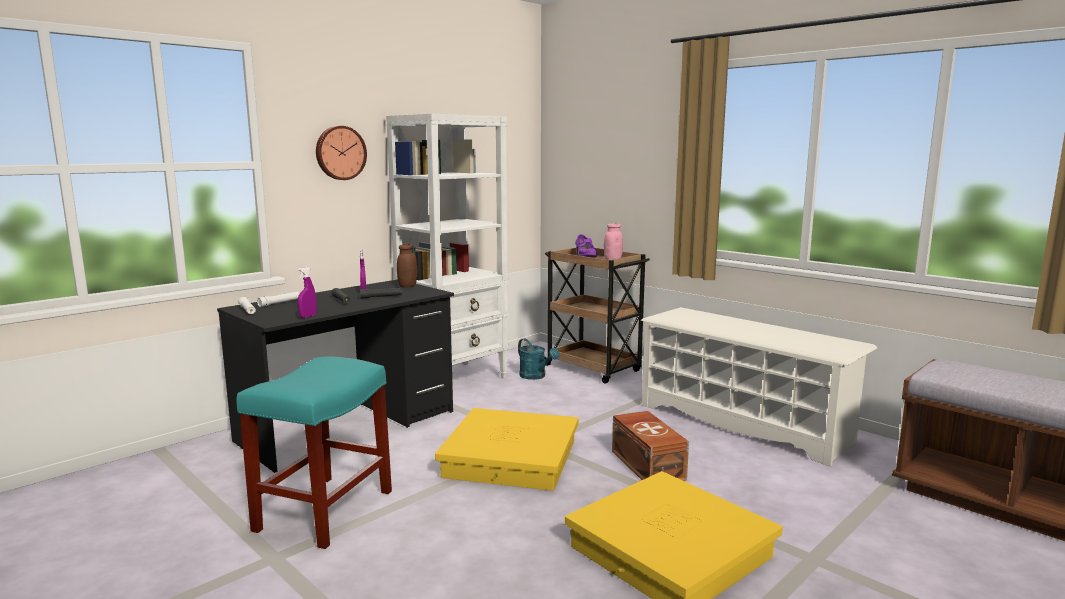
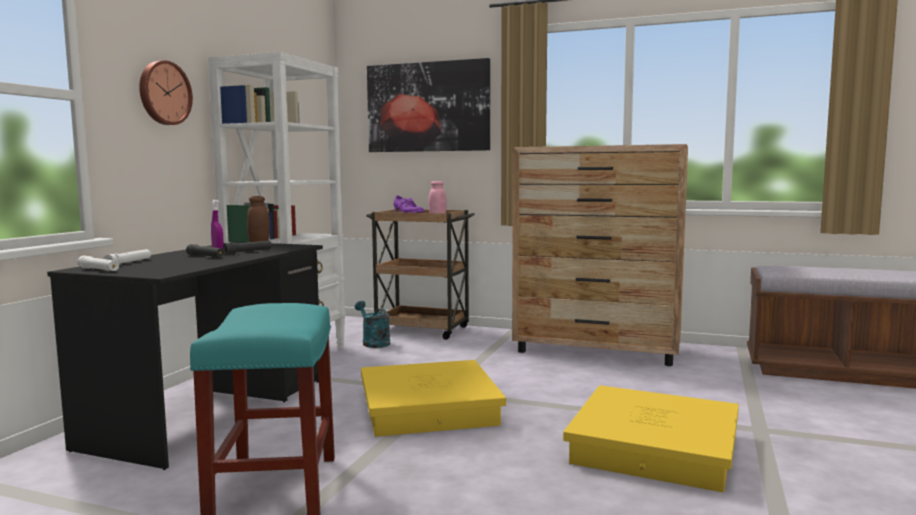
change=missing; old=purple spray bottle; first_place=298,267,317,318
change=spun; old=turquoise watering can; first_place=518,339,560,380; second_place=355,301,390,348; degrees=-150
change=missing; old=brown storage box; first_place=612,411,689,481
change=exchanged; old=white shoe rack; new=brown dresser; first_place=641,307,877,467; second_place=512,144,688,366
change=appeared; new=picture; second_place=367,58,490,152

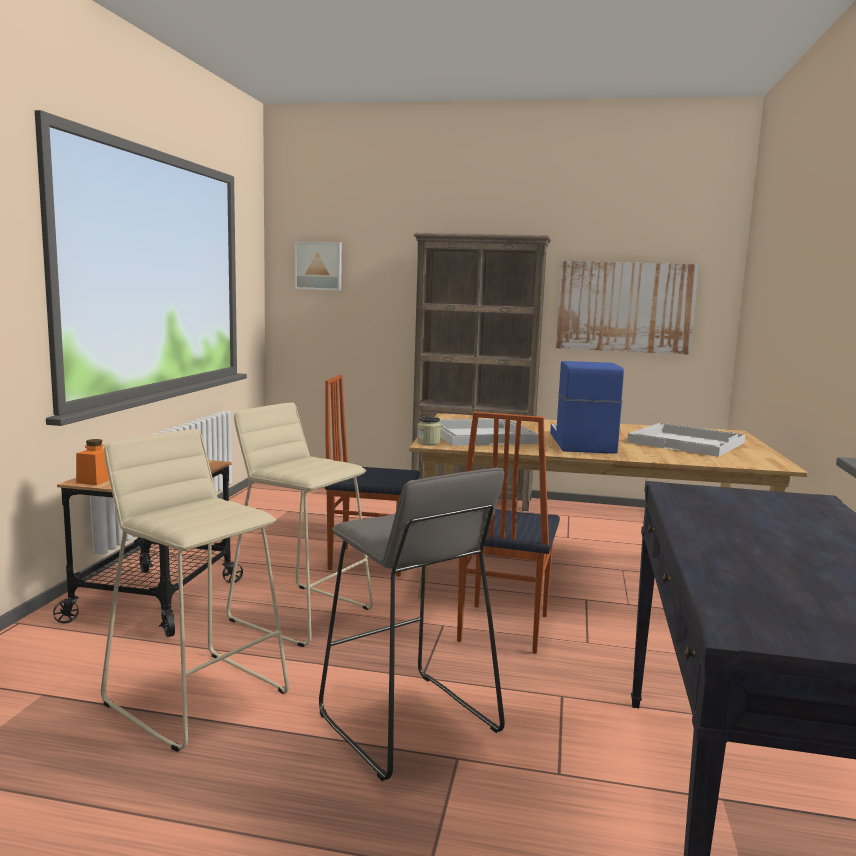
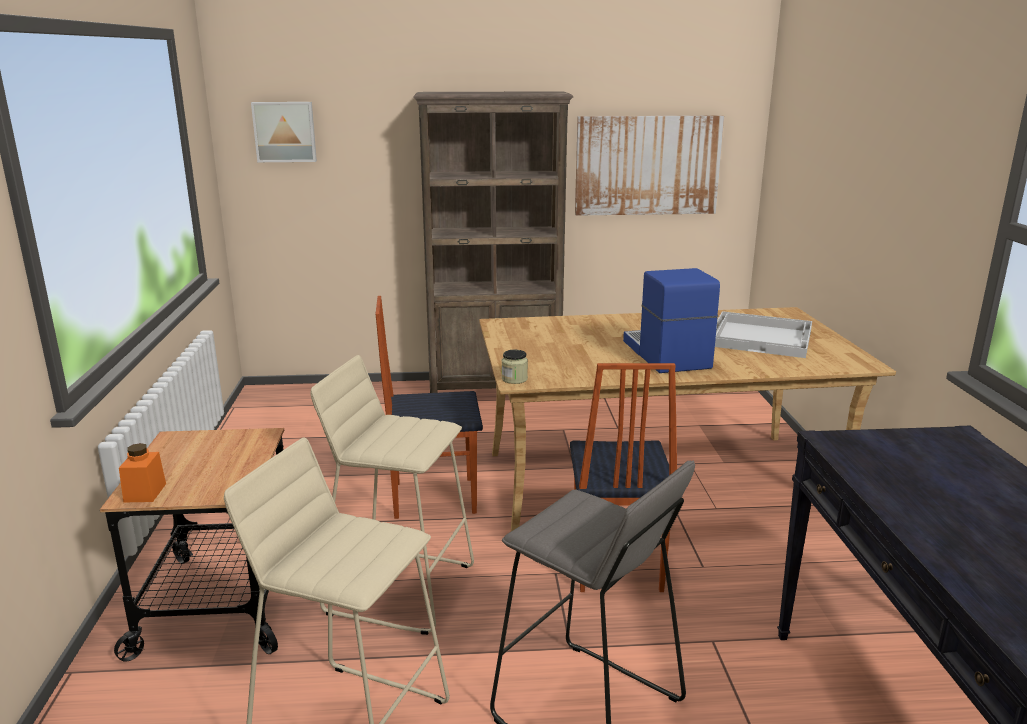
change=missing; old=white tray; first_place=439,419,539,446

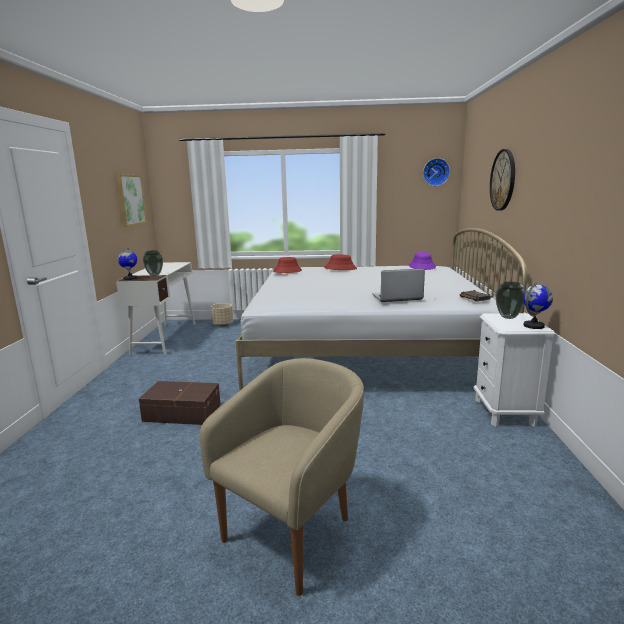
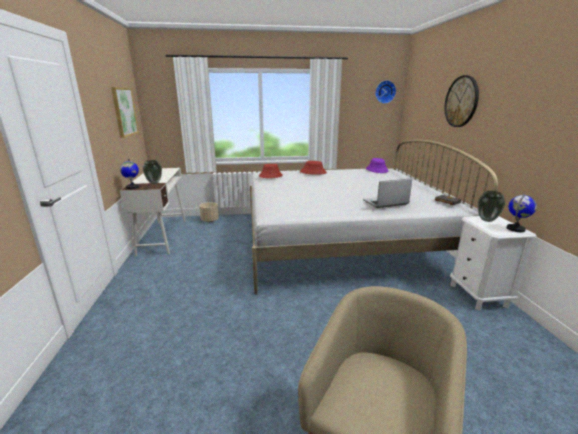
change=missing; old=brown storage box; first_place=139,381,221,425

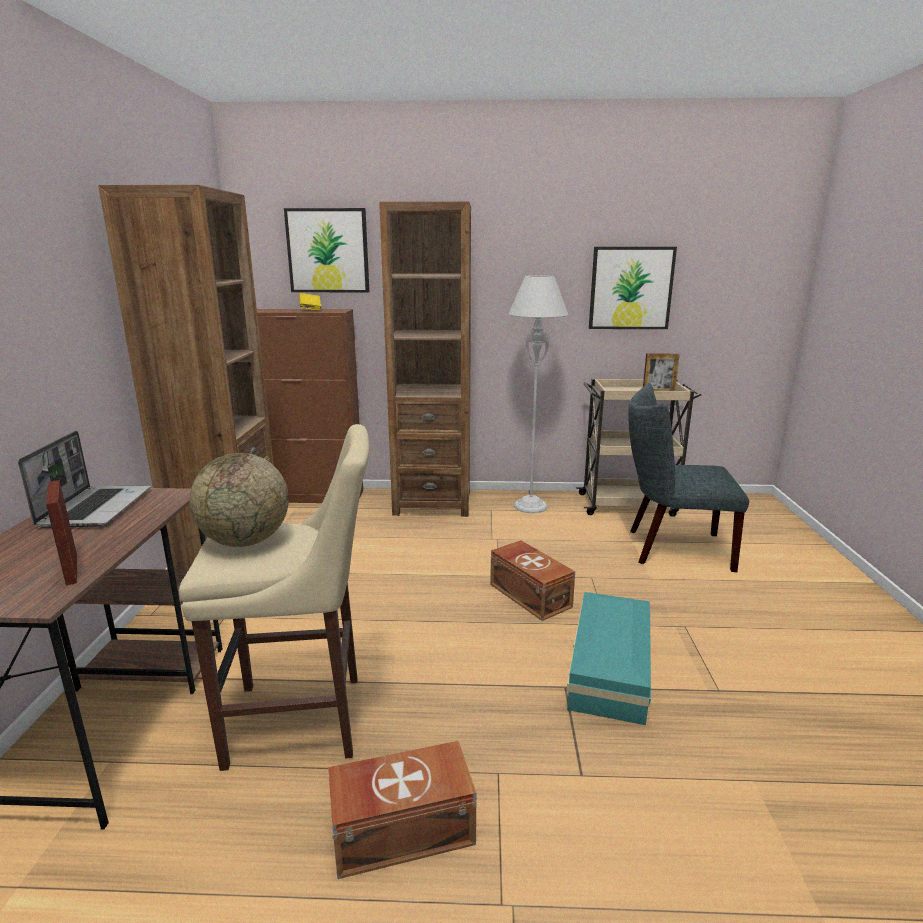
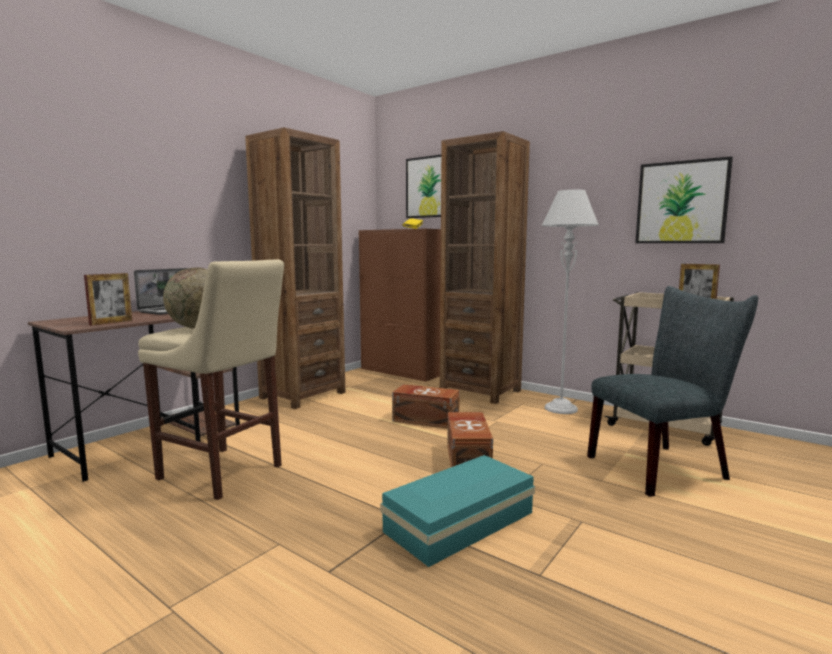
change=spun; old=picture frame; first_place=46,480,77,586; second_place=84,273,132,326; degrees=-150
change=relocated; old=brown storage box; first_place=328,741,476,879; second_place=392,384,460,429
change=spun; old=grey chair; first_place=628,383,749,572; second_place=587,286,758,497; degrees=120

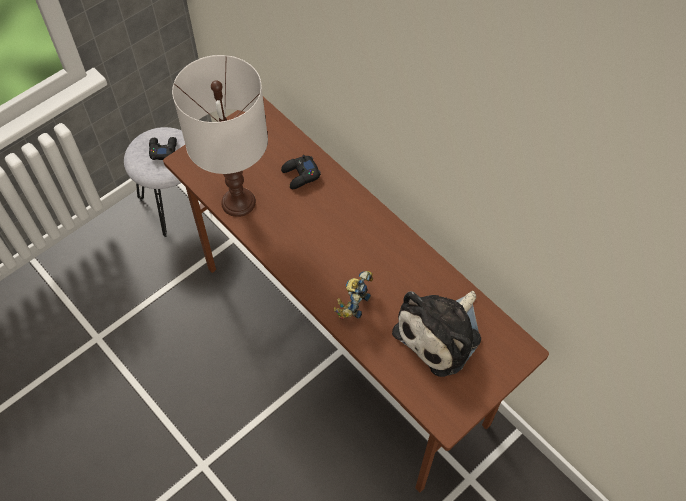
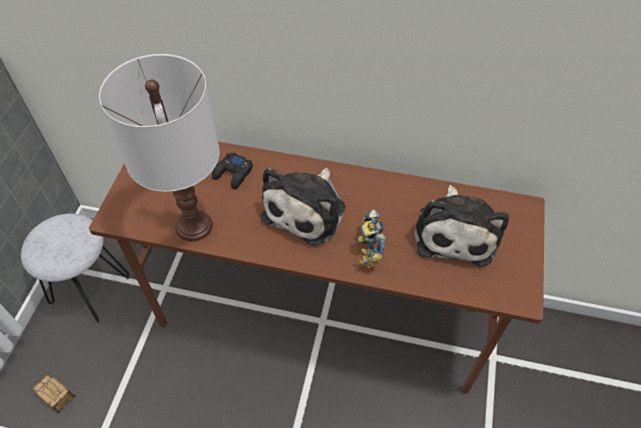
change=missing; old=black game controller; first_place=149,137,177,160
change=appeared; new=storage box; second_place=32,373,76,413
change=appeared; new=plush toy; second_place=261,168,345,246

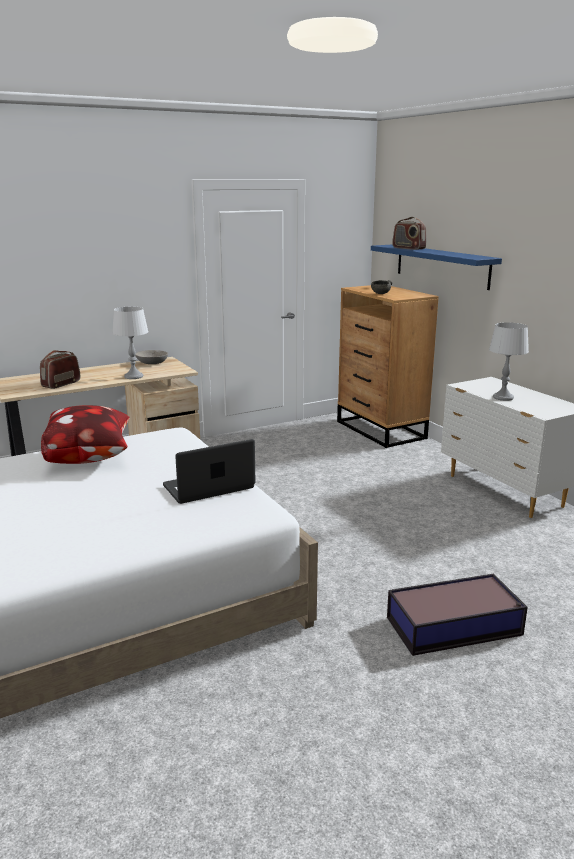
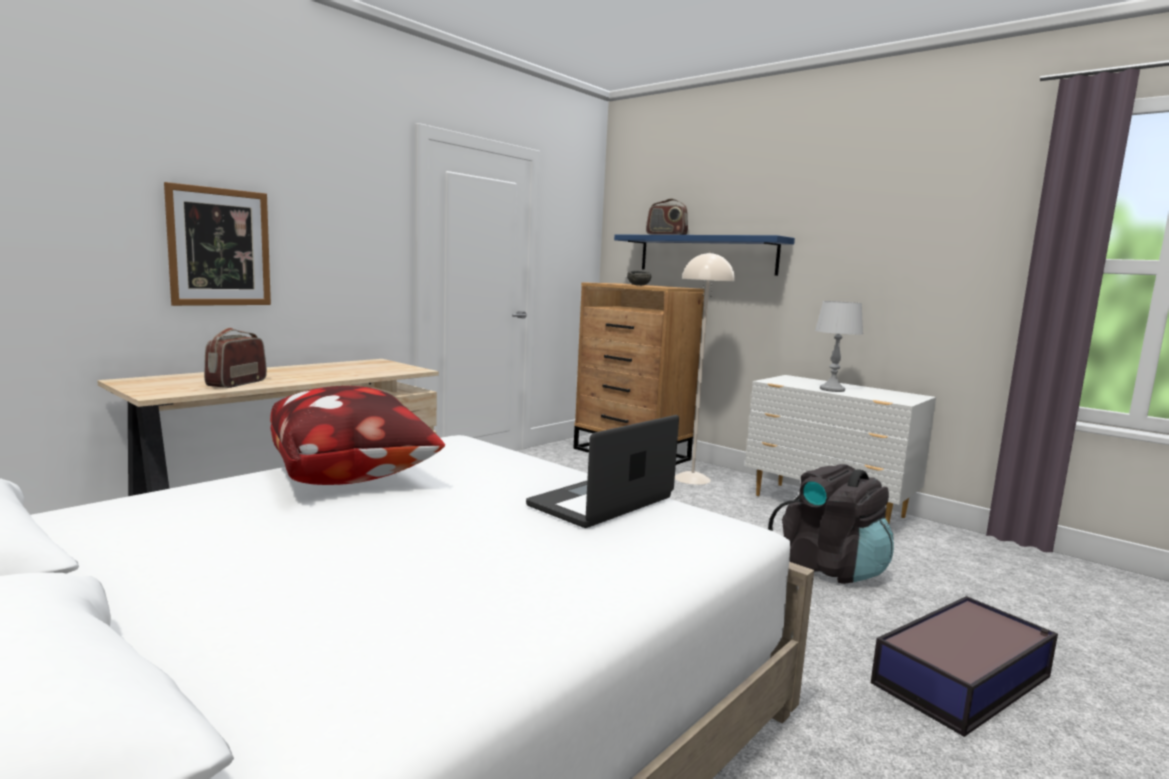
change=missing; old=grey table lamp; first_place=112,307,148,379
change=missing; old=grey bowl; first_place=135,350,168,364
change=appeared; new=picture; second_place=164,182,271,306
change=appeared; new=beige floor lamp; second_place=675,252,735,485
change=appeared; new=black backpack; second_place=768,464,894,584

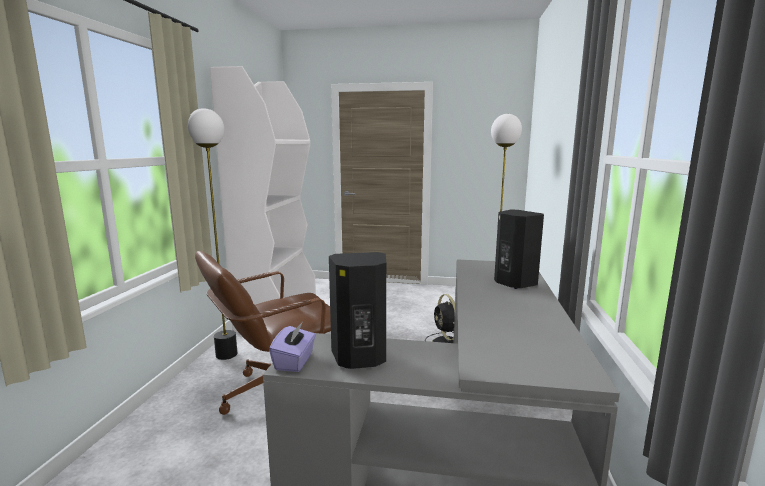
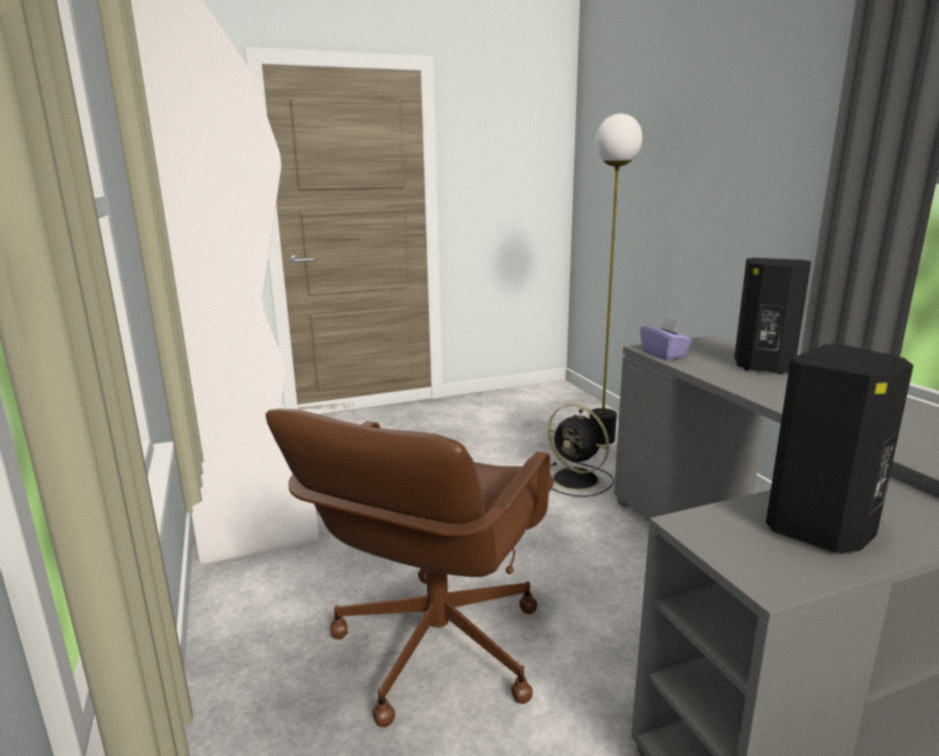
change=missing; old=floor lamp; first_place=188,108,237,360
change=relocated; old=purple tissue box; first_place=269,323,316,372; second_place=640,317,692,360

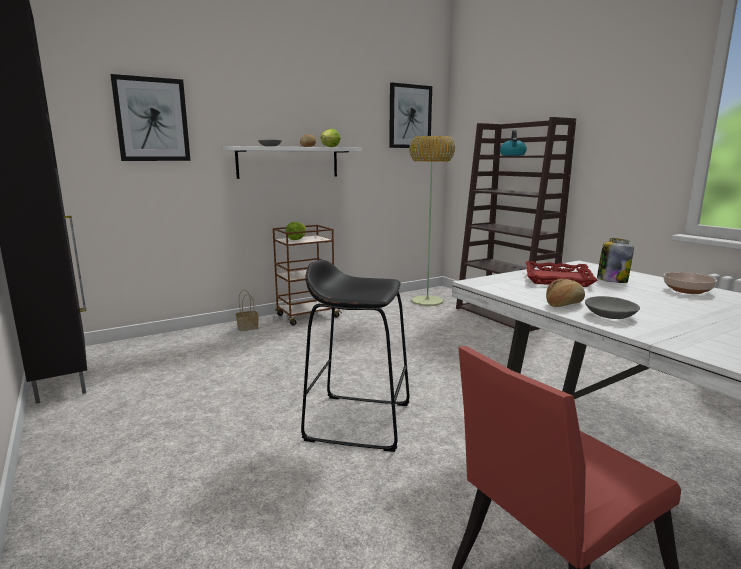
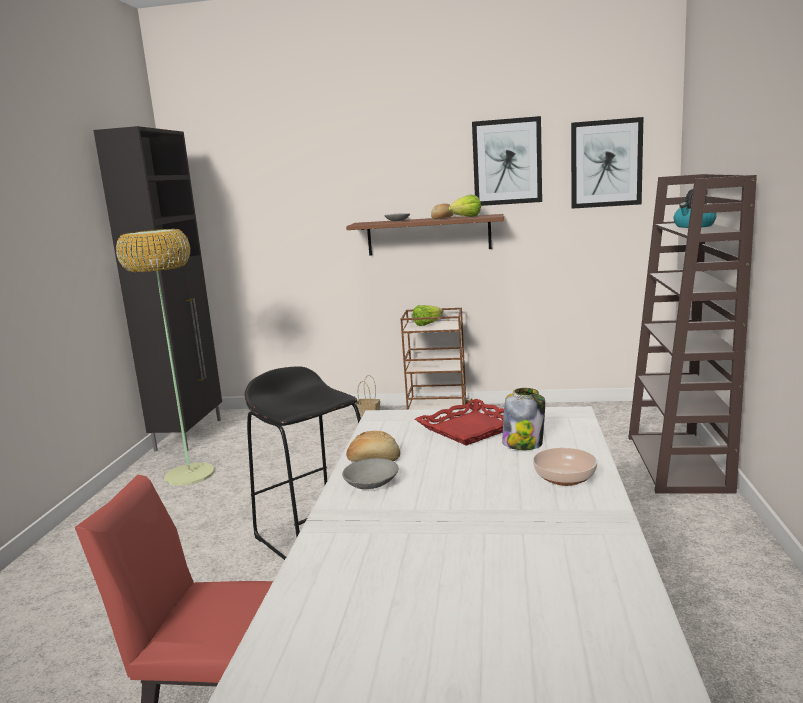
change=relocated; old=picture; first_place=111,74,191,161; second_place=472,116,542,206
change=colour; old=white shelf; new=brown shelf; first_place=223,146,362,179; second_place=346,214,504,256
change=relocated; old=floor lamp; first_place=409,136,455,306; second_place=116,229,215,486

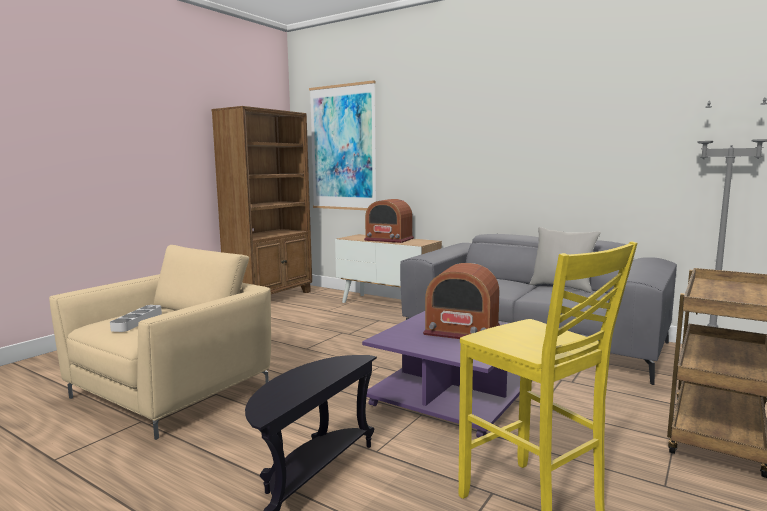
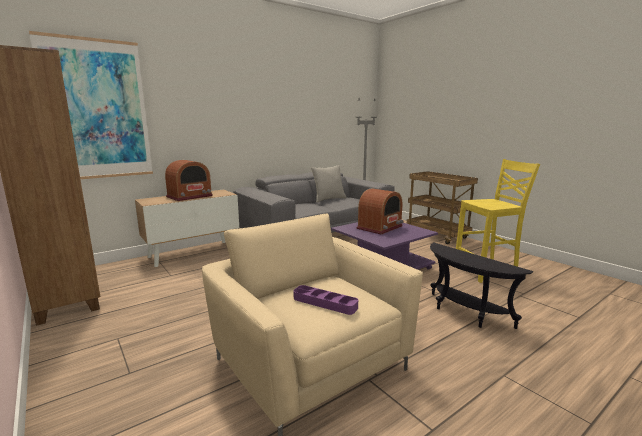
change=colour; old=grey tray; new=purple tray; first_place=110,305,162,332; second_place=293,285,358,315

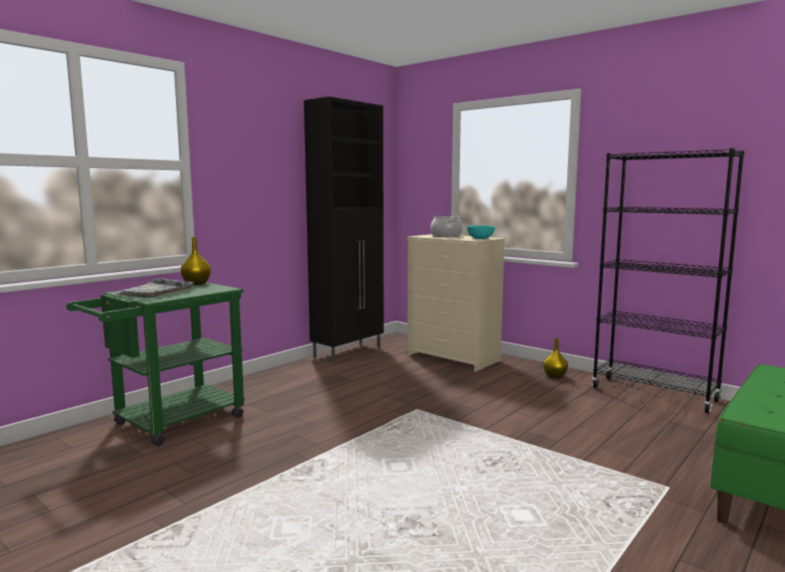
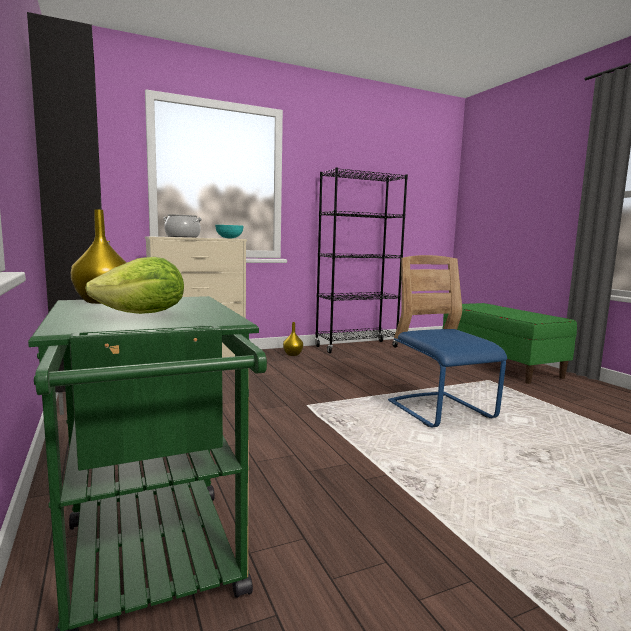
change=exchanged; old=grey tray; new=lettuce; first_place=112,278,194,298; second_place=85,257,184,314
change=appeared; new=blue chair; second_place=388,255,507,428

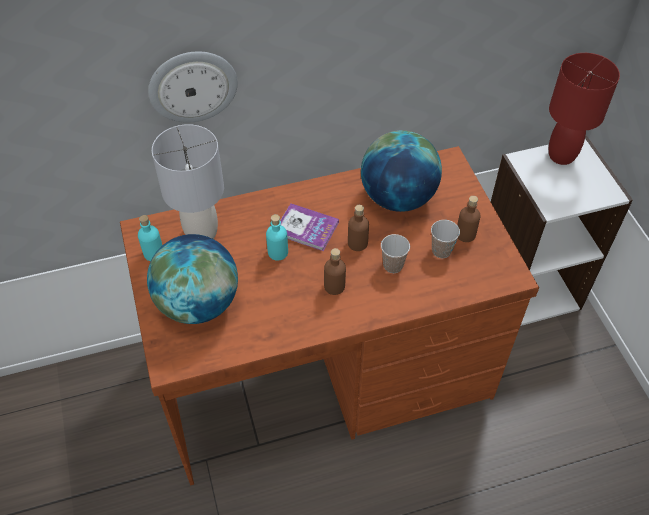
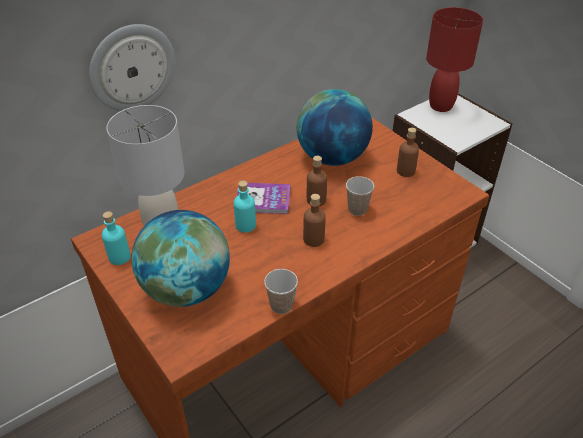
change=relocated; old=cup; first_place=431,220,460,258; second_place=264,269,298,314

